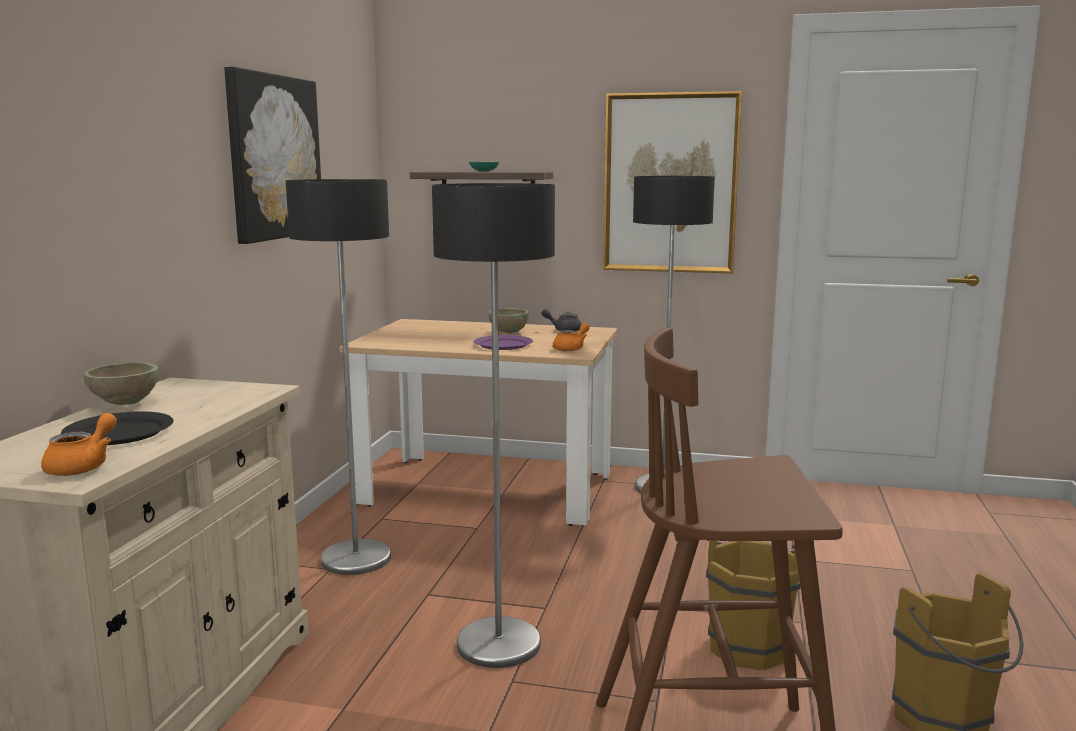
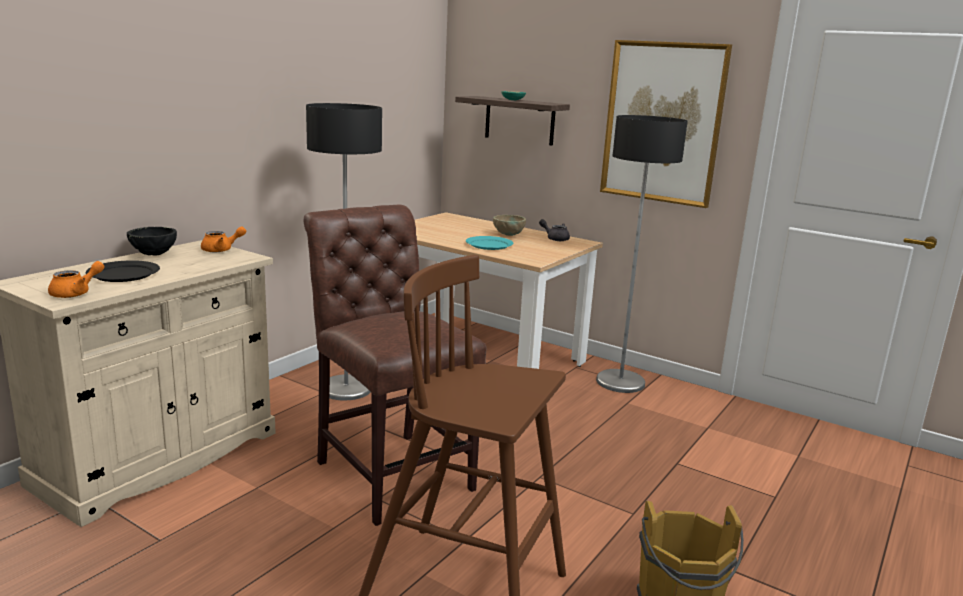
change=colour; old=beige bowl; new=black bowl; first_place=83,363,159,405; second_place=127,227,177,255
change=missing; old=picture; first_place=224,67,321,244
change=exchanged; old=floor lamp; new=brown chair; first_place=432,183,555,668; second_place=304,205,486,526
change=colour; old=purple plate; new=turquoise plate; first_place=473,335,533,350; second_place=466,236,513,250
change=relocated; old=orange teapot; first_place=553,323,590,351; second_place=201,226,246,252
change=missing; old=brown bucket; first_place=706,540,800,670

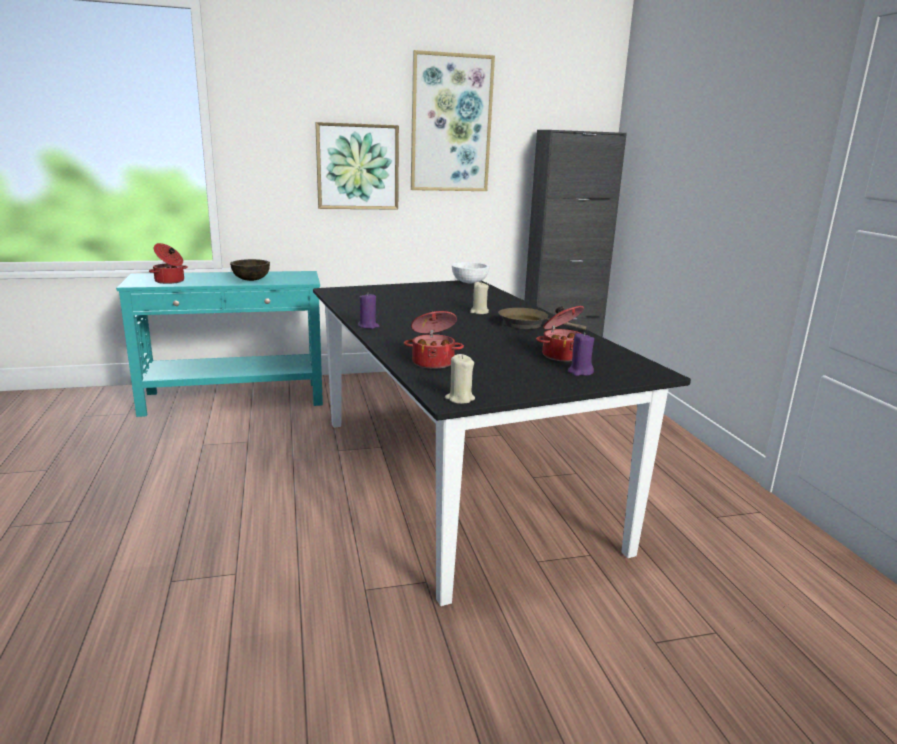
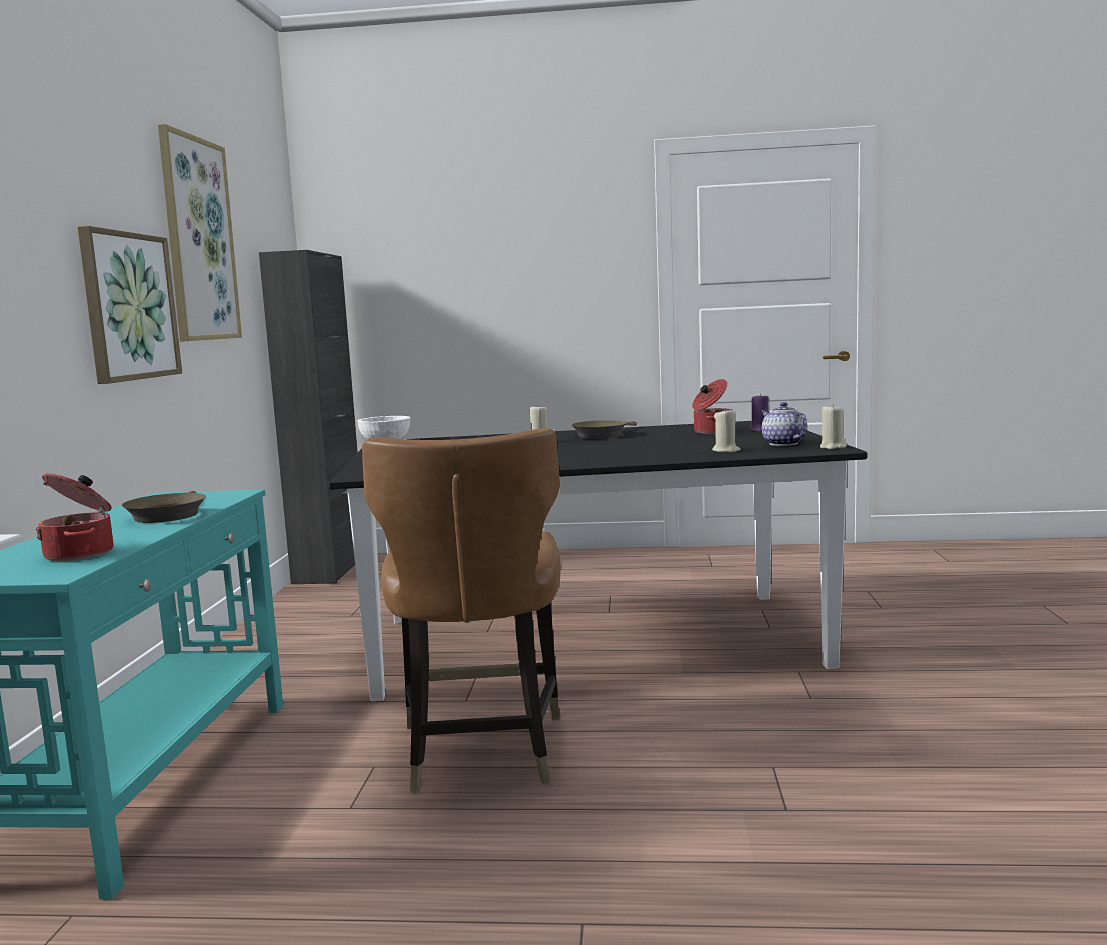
change=exchanged; old=brown bowl; new=brown frying pan; first_place=230,259,270,281; second_place=122,491,206,523
change=missing; old=purple candle; first_place=358,294,379,329
change=exchanged; old=cooking pot; new=beige candle; first_place=404,310,464,369; second_place=712,408,741,452
change=appeared; new=brown chair; second_place=362,428,561,793
change=appeared; new=teapot; second_place=761,402,807,446

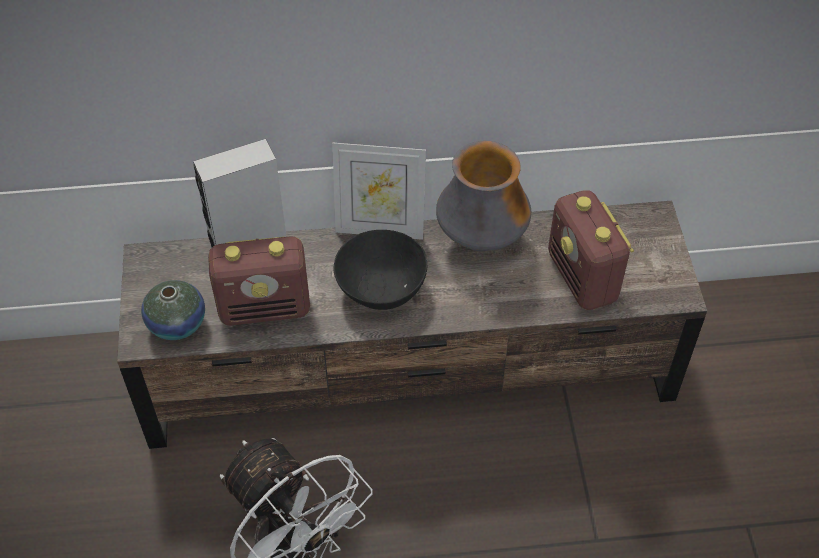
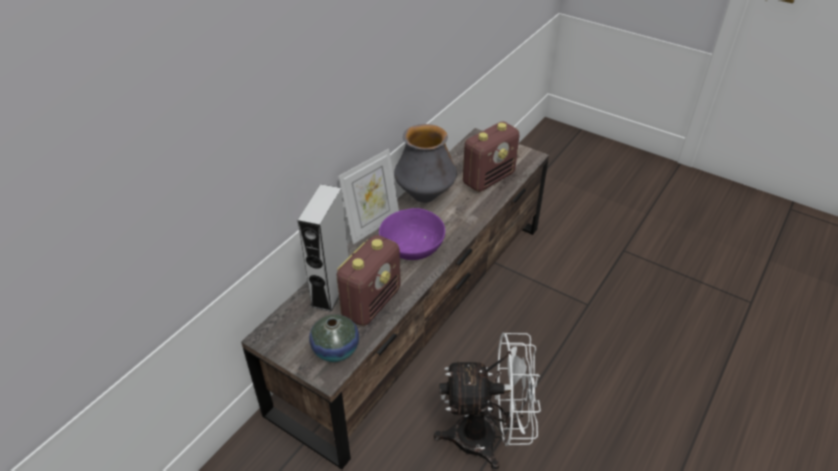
change=colour; old=black bowl; new=purple bowl; first_place=333,230,427,310; second_place=379,208,445,260
change=spun; old=radio; first_place=548,190,634,310; second_place=463,121,519,192; degrees=-60

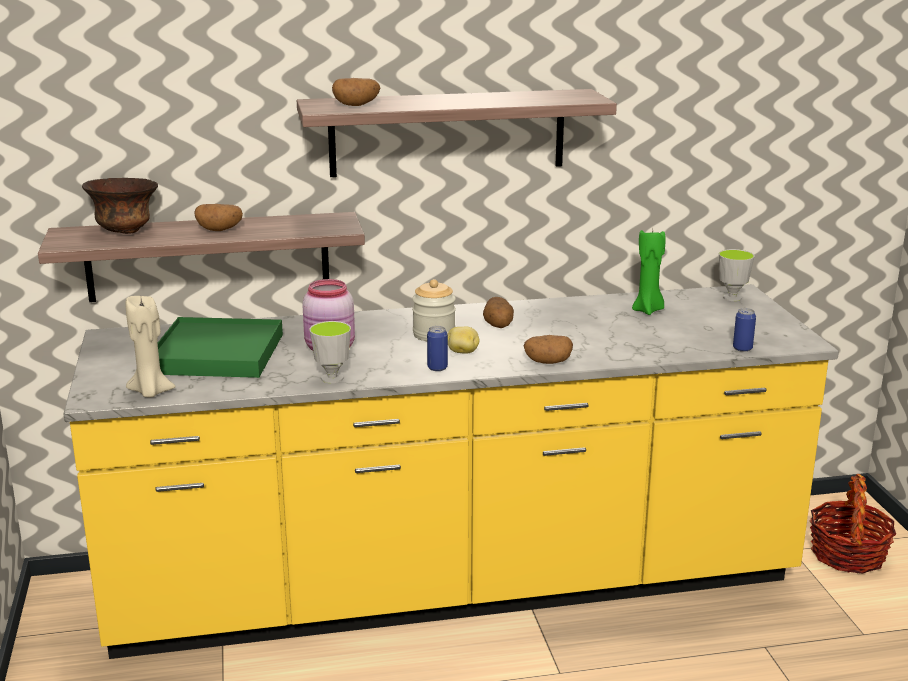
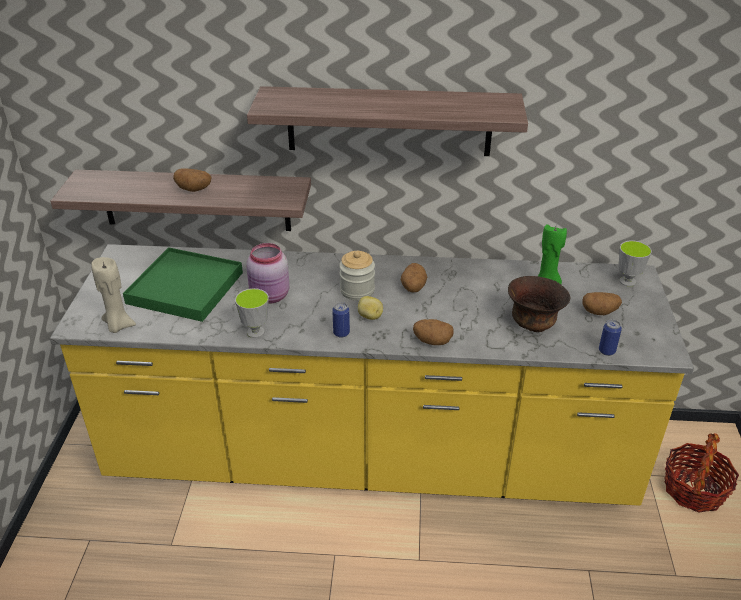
change=relocated; old=brown bowl; first_place=82,178,158,234; second_place=508,276,570,332
change=relocated; old=potato; first_place=332,78,380,106; second_place=582,292,622,315

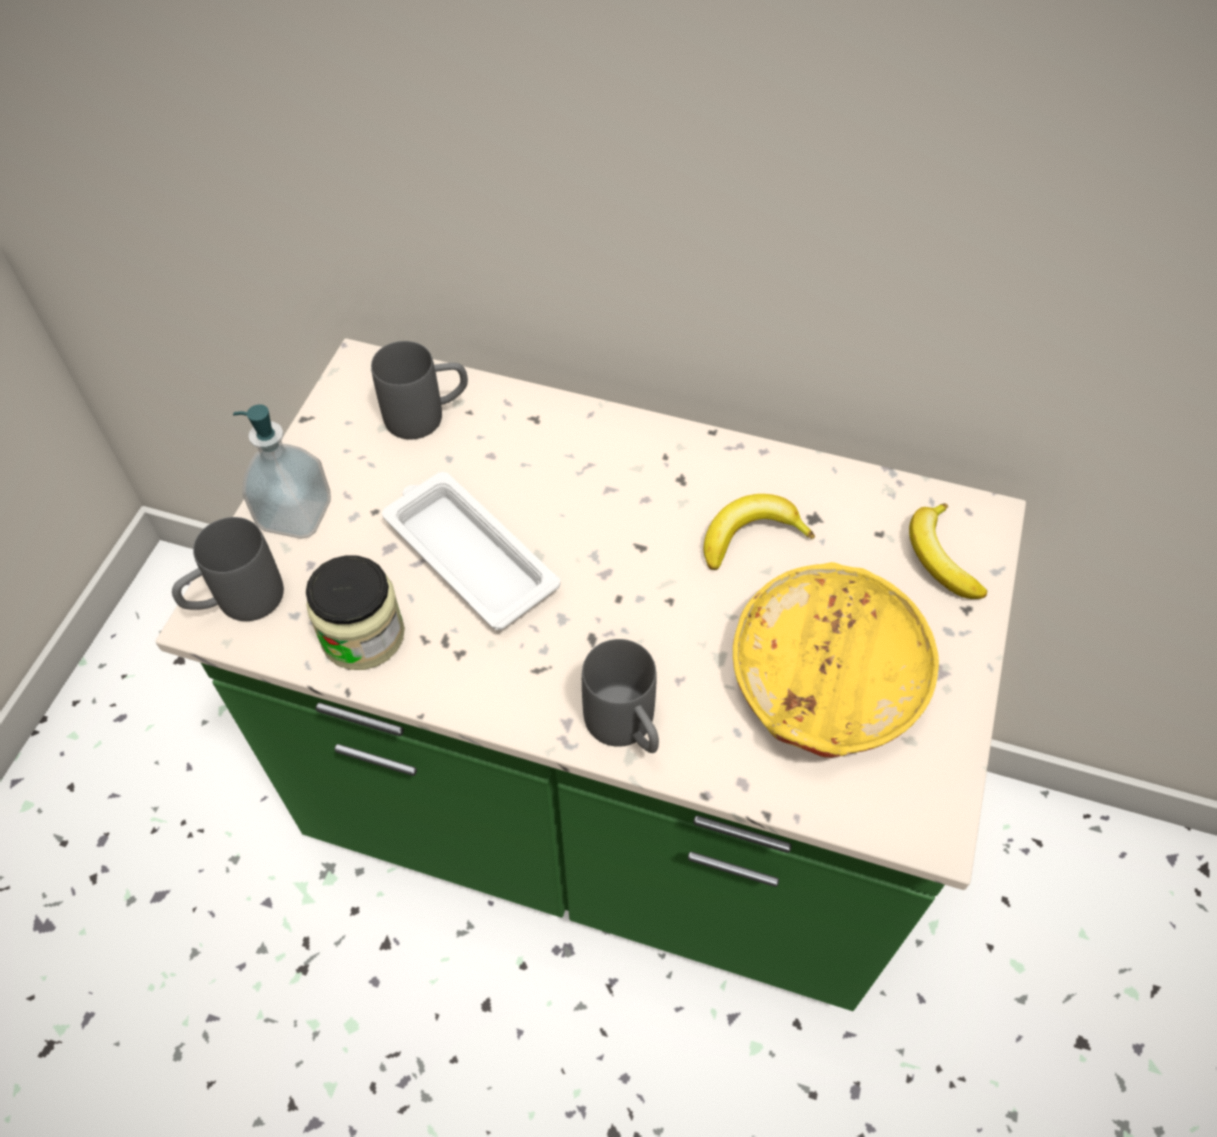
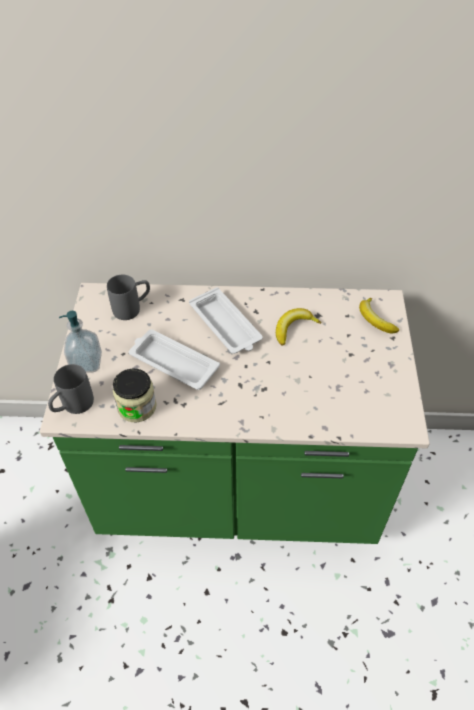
change=missing; old=grey mug; first_place=582,639,659,753
change=missing; old=yellow bowl; first_place=733,562,939,758
change=appeared; new=white tray; second_place=189,287,263,354

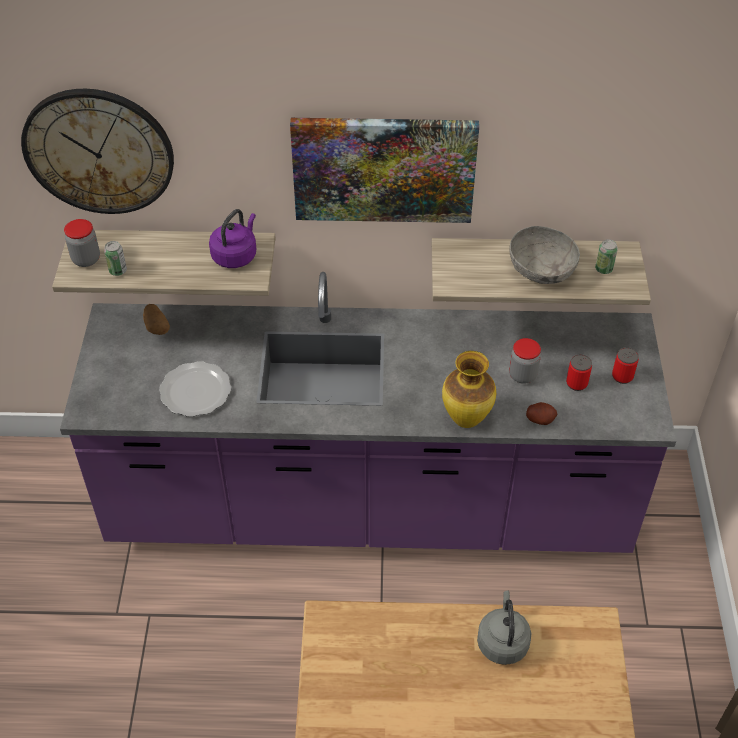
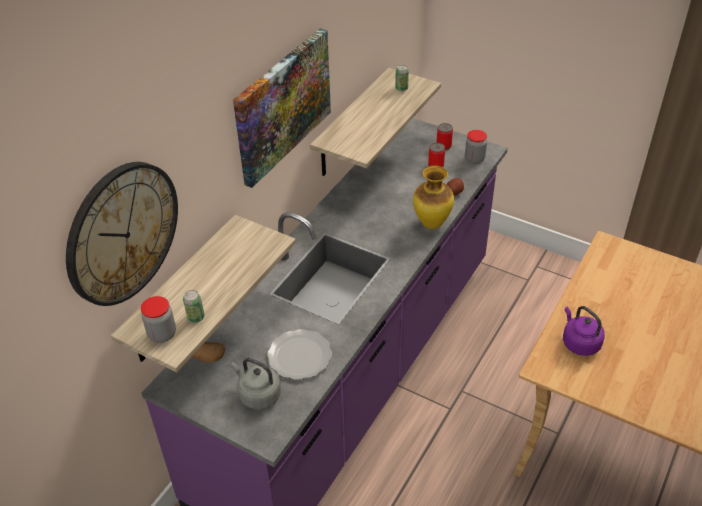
change=relocated; old=purple kettle; first_place=209,209,256,268; second_place=563,306,605,356
change=relocated; old=grey kettle; first_place=477,591,531,665; second_place=231,358,281,409
change=missing; old=grey bowl; first_place=509,226,580,284
change=relocated; old=jar; first_place=509,338,541,384; second_place=465,130,487,164

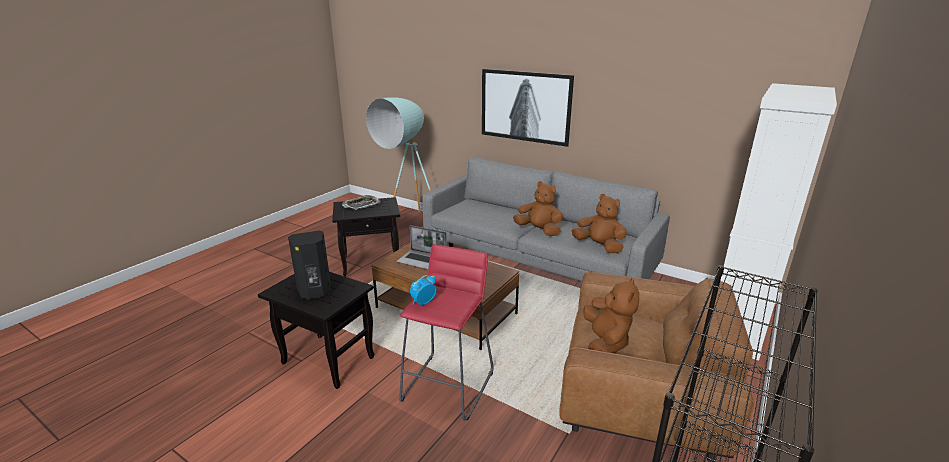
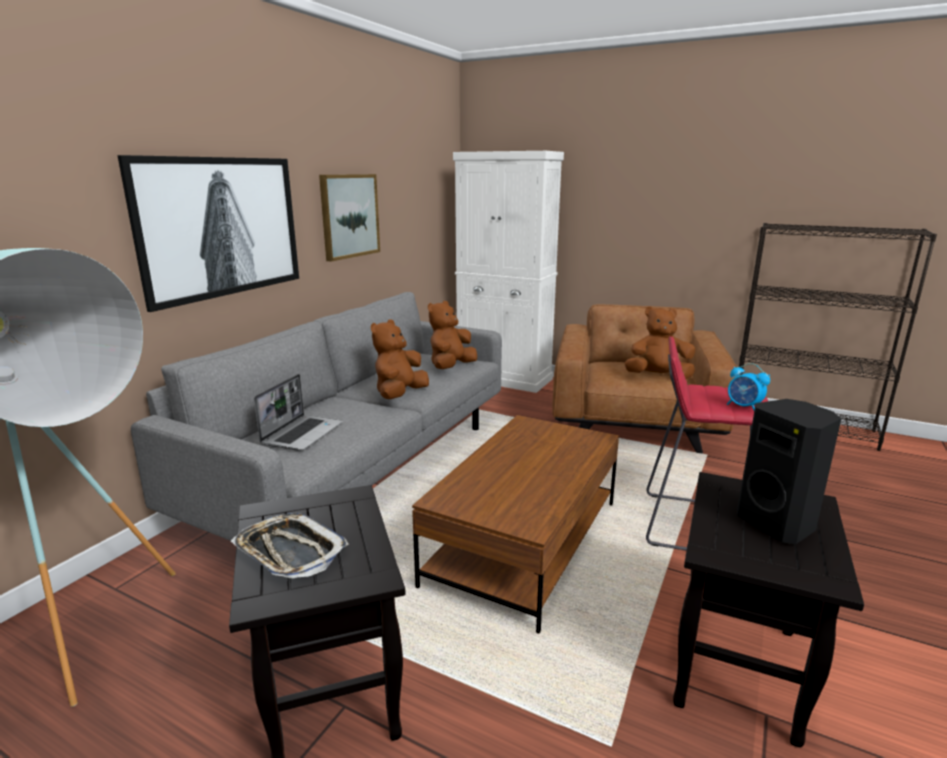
change=relocated; old=laptop; first_place=396,225,447,269; second_place=254,374,343,451
change=appeared; new=picture; second_place=319,174,380,262

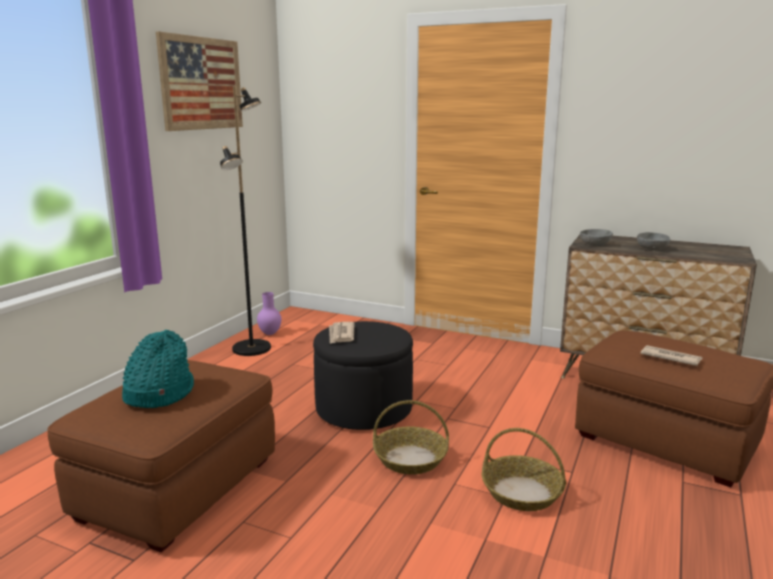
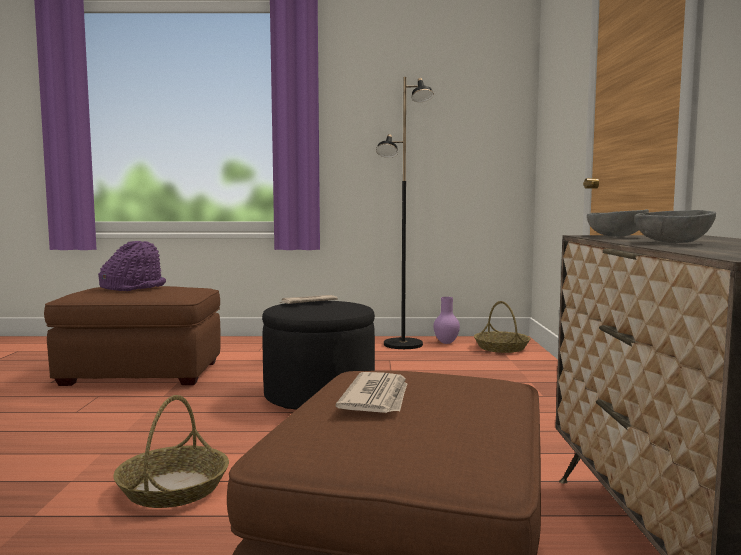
change=colour; old=turquoise hat; new=purple hat; first_place=122,330,194,408; second_place=98,241,166,291
change=missing; old=picture; first_place=156,31,243,131
change=relocated; old=basket; first_place=373,400,449,475; second_place=474,301,530,353

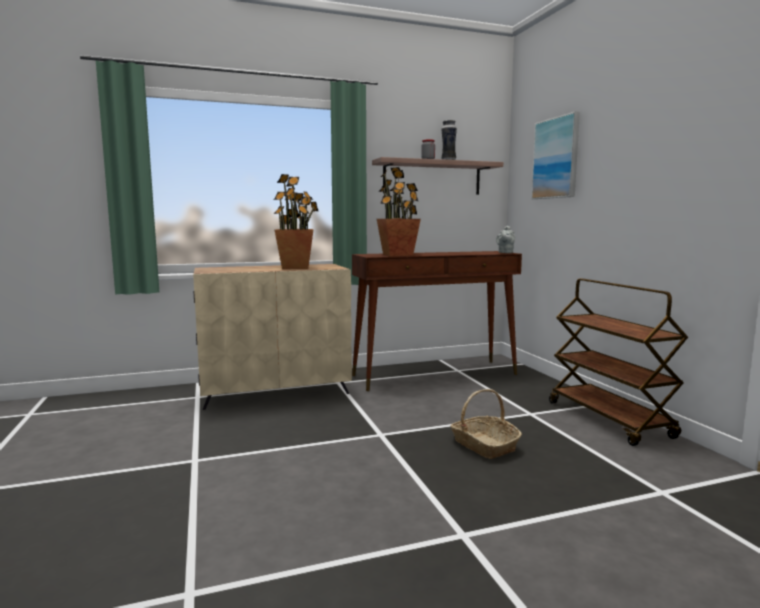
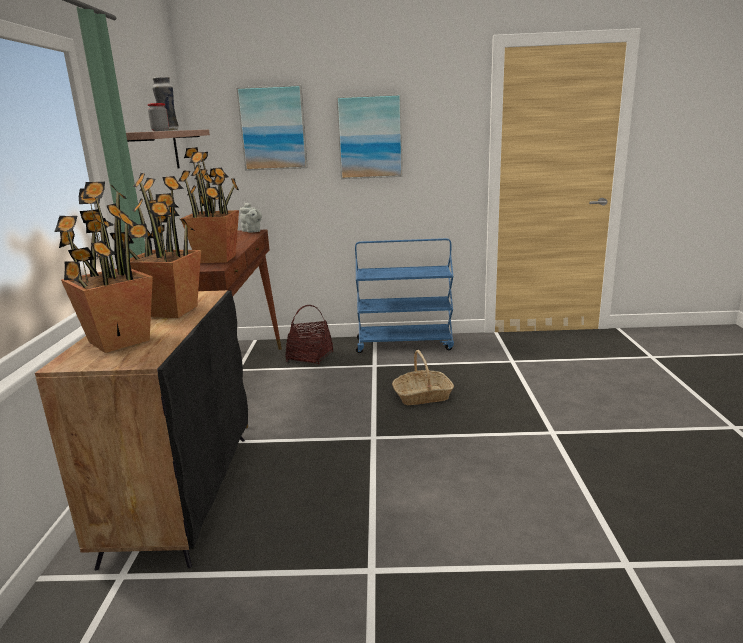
change=colour; old=beige cabinet; new=black cabinet; first_place=193,264,352,410; second_place=35,290,248,571
change=colour; old=brown cart; new=blue cart; first_place=549,278,688,446; second_place=355,238,454,353
change=appeared; new=potted plant; second_place=54,182,153,353
change=appeared; new=basket; second_place=286,305,333,365
change=appeared; new=picture; second_place=336,94,403,179

